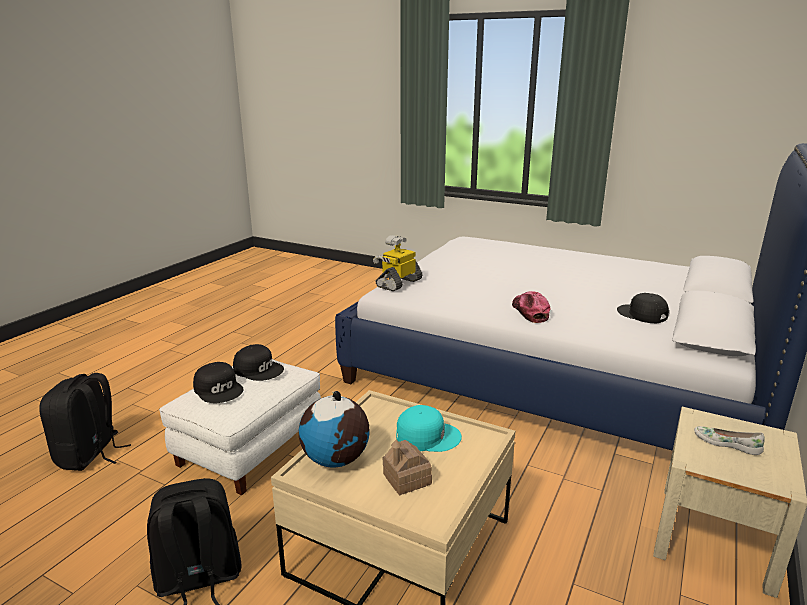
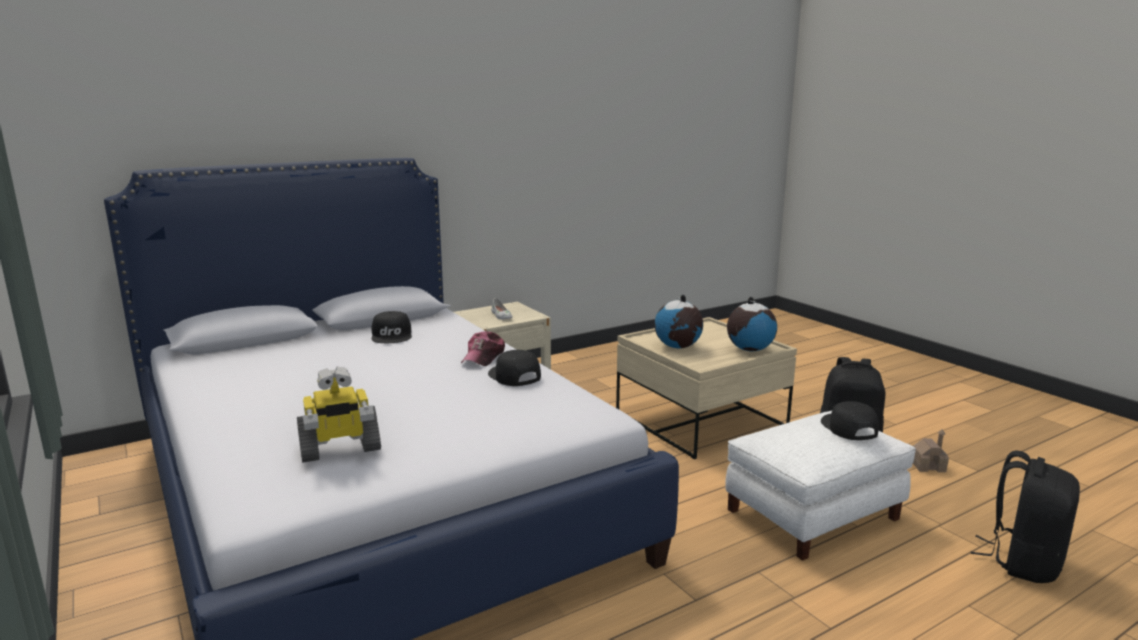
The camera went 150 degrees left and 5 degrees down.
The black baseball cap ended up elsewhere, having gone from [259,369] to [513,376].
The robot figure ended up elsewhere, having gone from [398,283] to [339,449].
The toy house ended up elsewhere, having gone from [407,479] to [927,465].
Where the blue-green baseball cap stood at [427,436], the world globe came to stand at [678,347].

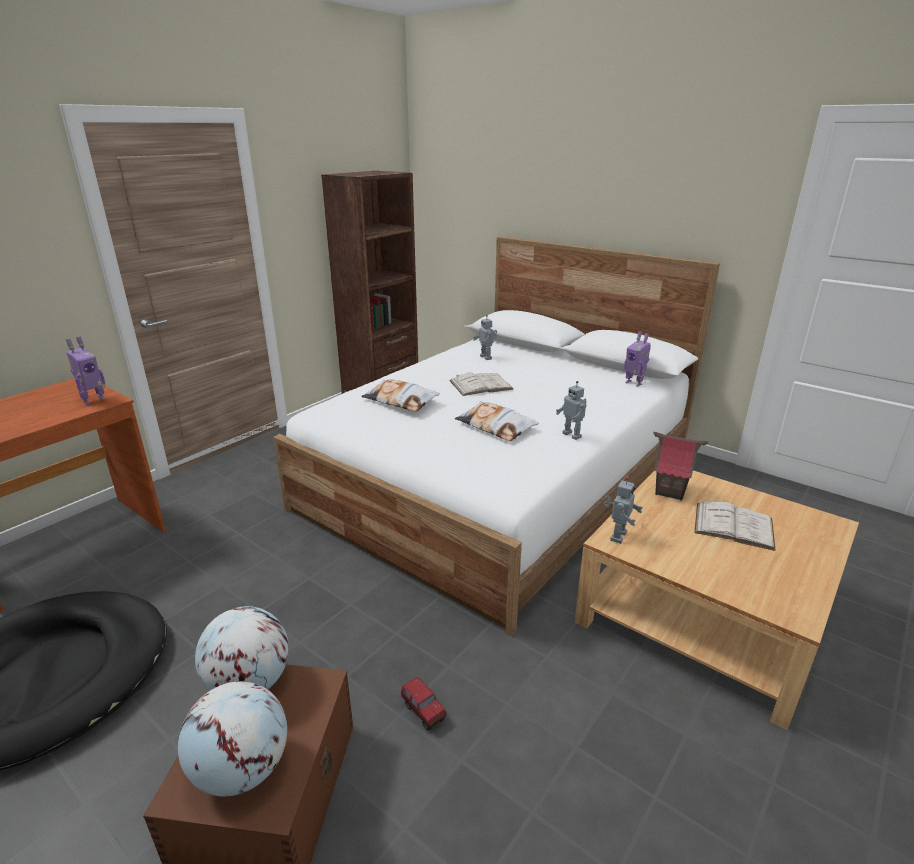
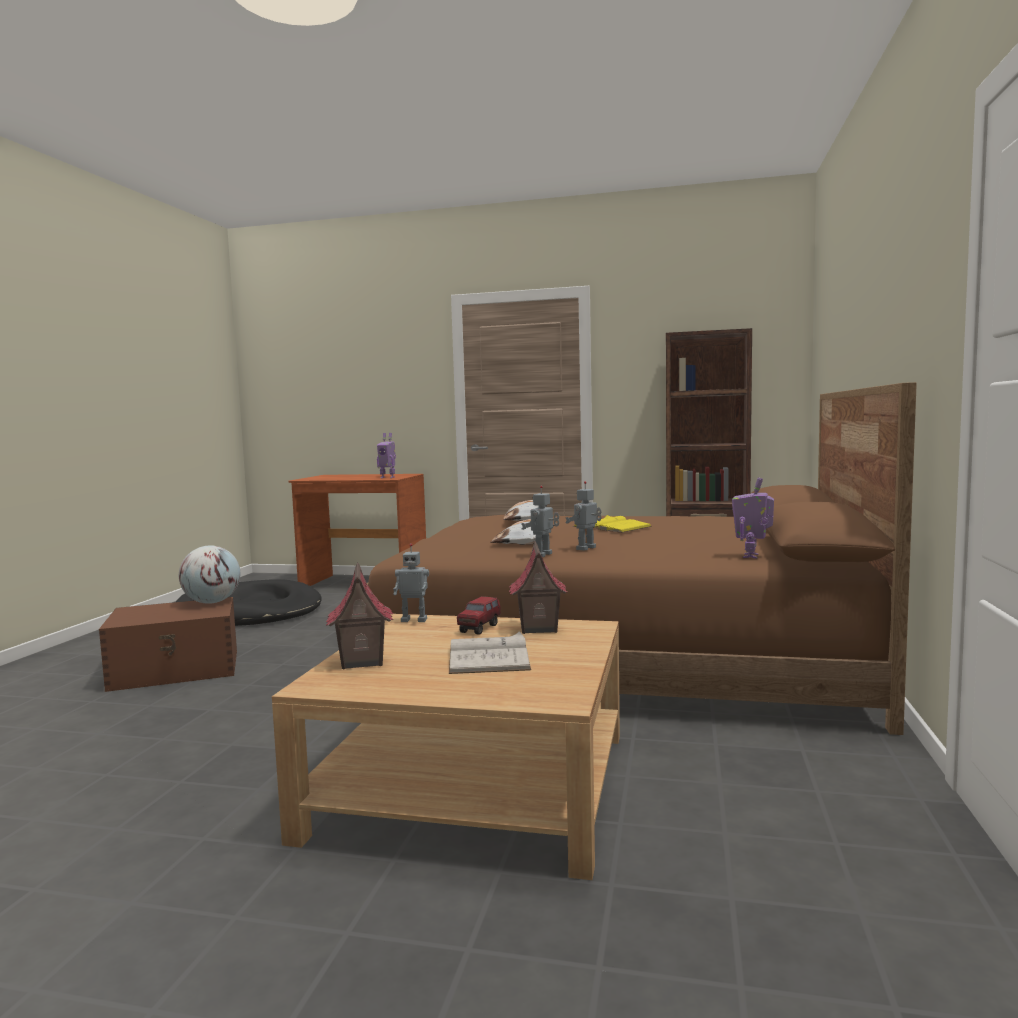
The camera went 65 degrees right and 20 degrees down.
The second view lost the world globe at [242,769].
The second view gained the toy house at [361,661].
The toy lorry ended up elsewhere, having gone from [423,712] to [479,628].
The robot figure ended up elsewhere, having gone from [486,357] to [587,548].
What was the white-coloured bedroom bed at [502,478] turned into the brown-coloured bedroom bed at [624,655].
What was the white-coloured bound book at [481,385] turned into the yellow-coloured bound book at [612,526].

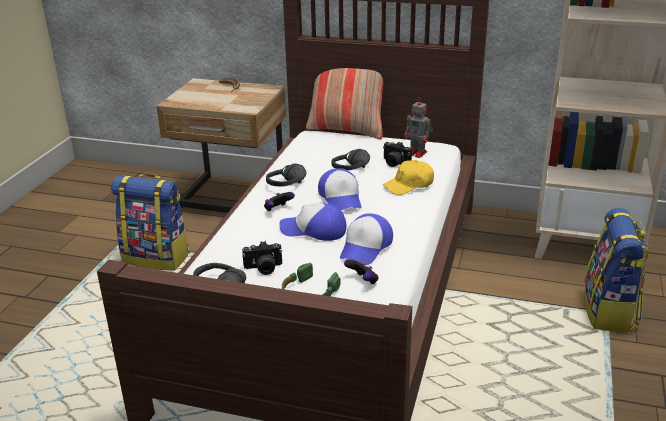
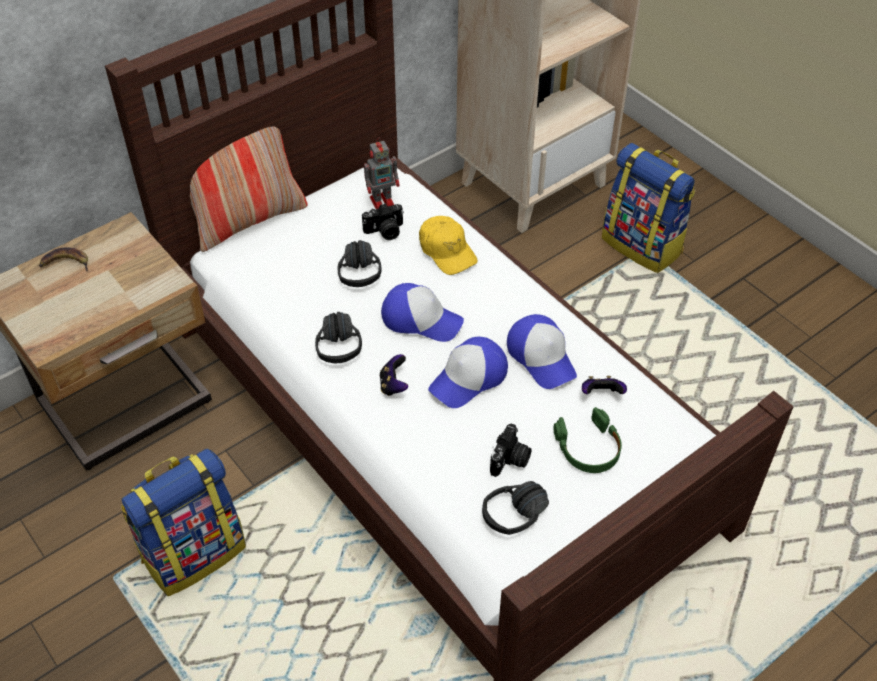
The camera went 55 degrees left and 20 degrees up.
The yellow-coloured baseball cap at [409,185] ended up facing another way, 45 degrees counterclockwise from before.

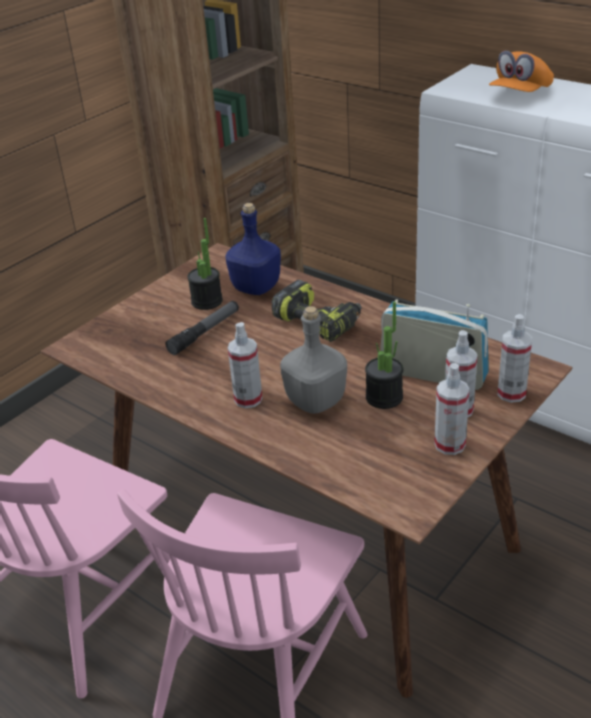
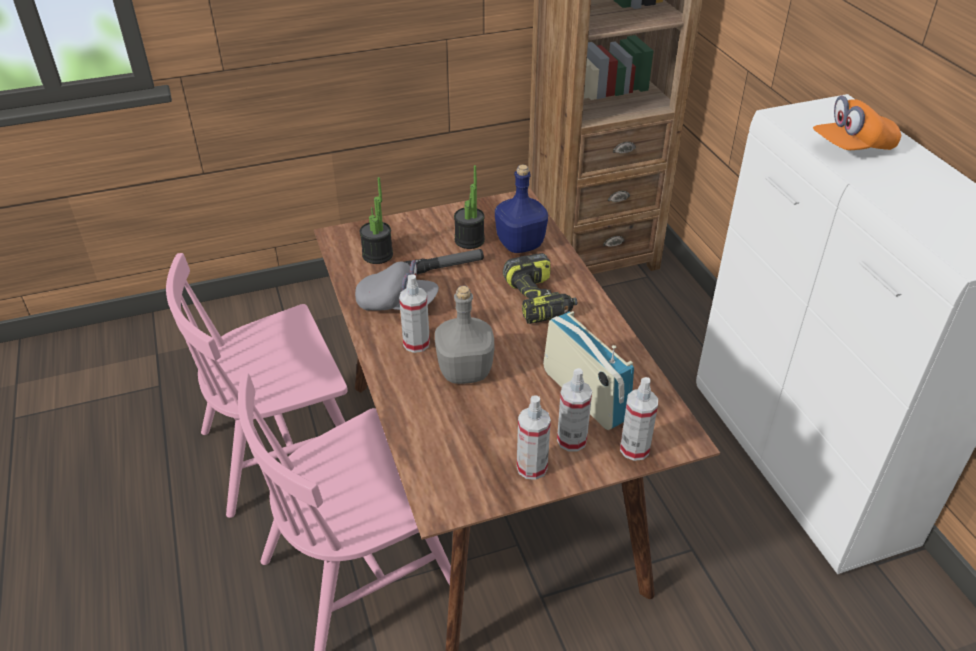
The camera went 30 degrees right and 5 degrees up.
The second view gained the gray baseball cap at [397,304].
The plant in a pot ended up elsewhere, having gone from [384,397] to [377,255].

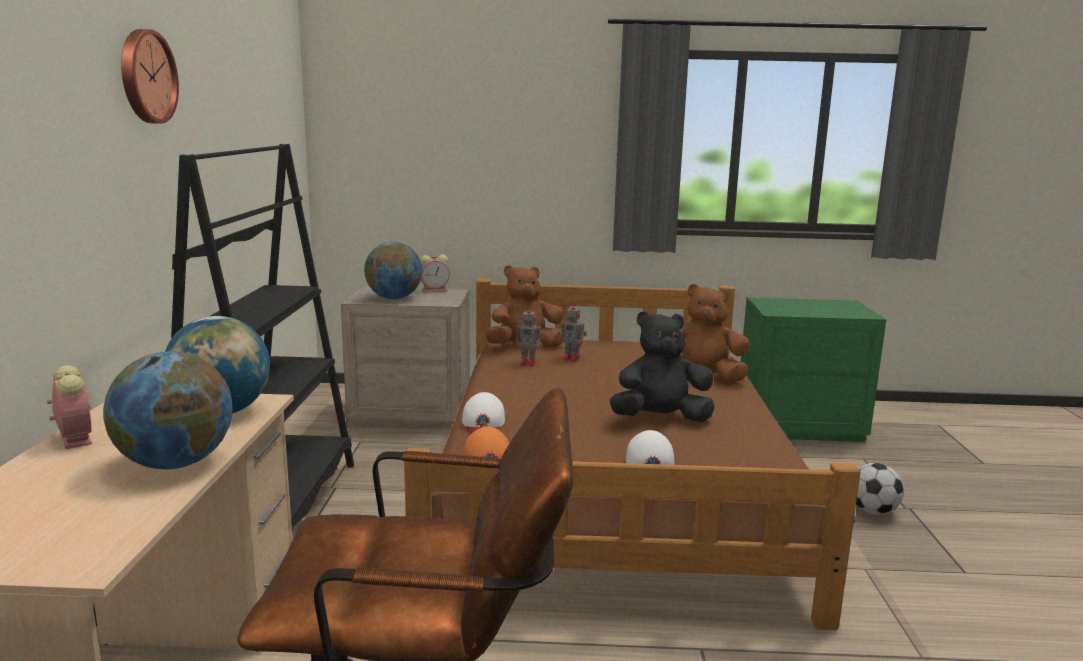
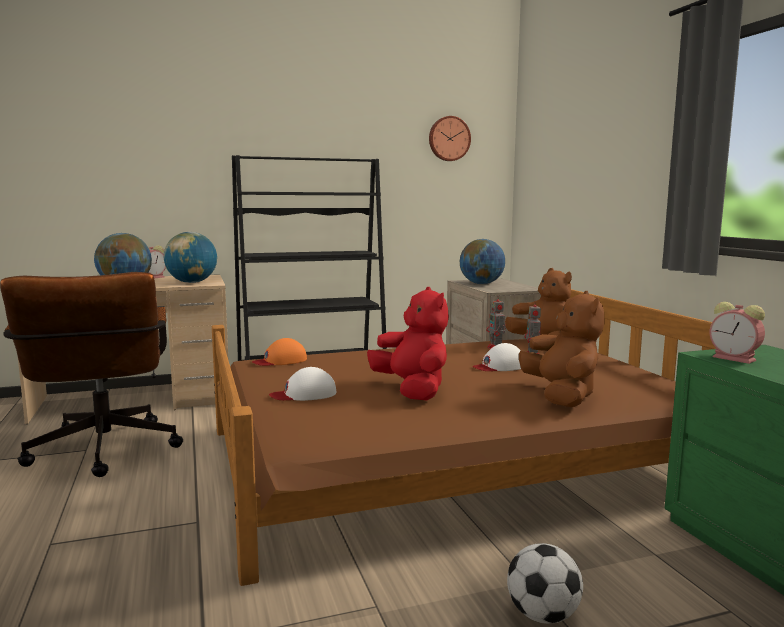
The camera went 70 degrees right and 5 degrees down.
The wall clock ended up elsewhere, having gone from [145,77] to [449,139].
The table clock ended up elsewhere, having gone from [435,290] to [735,359].
The white-coloured baseball cap ended up elsewhere, having gone from [483,422] to [499,366].
What was the black plush toy at [660,419] turned into the reddish plush toy at [412,390].

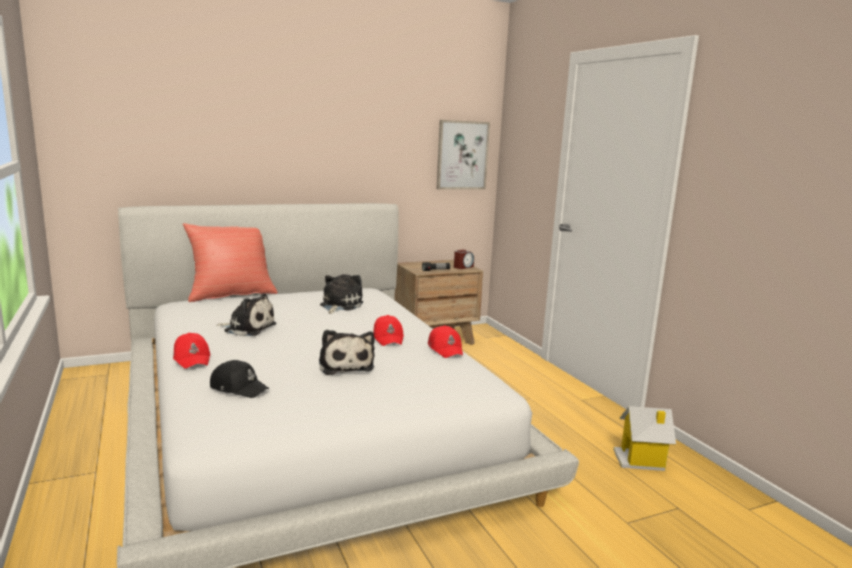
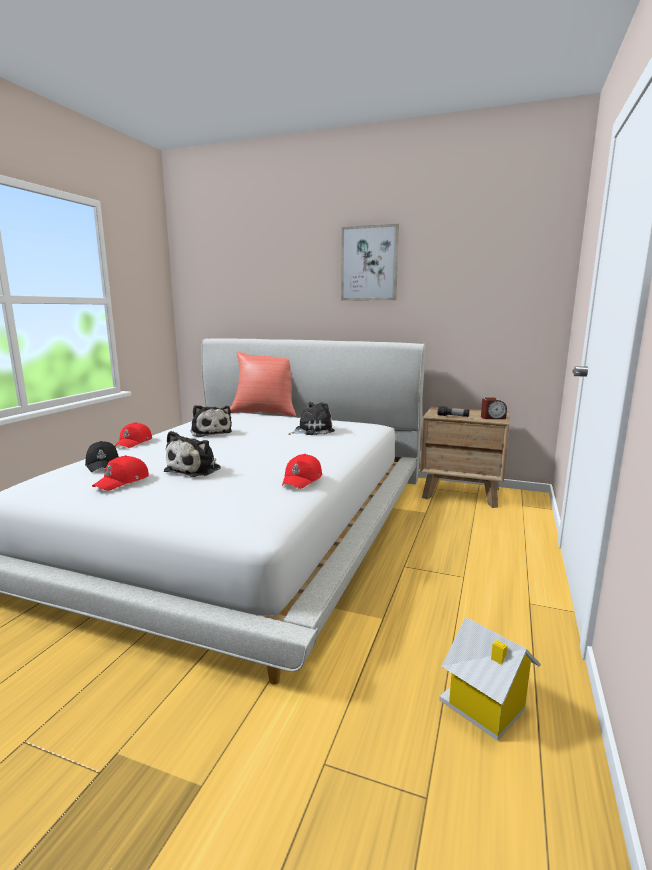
The camera went 45 degrees right and 0 degrees up.
The reddish baseball cap ended up elsewhere, having gone from [388,338] to [123,481].
The wall art ended up elsewhere, having gone from [462,155] to [369,263].

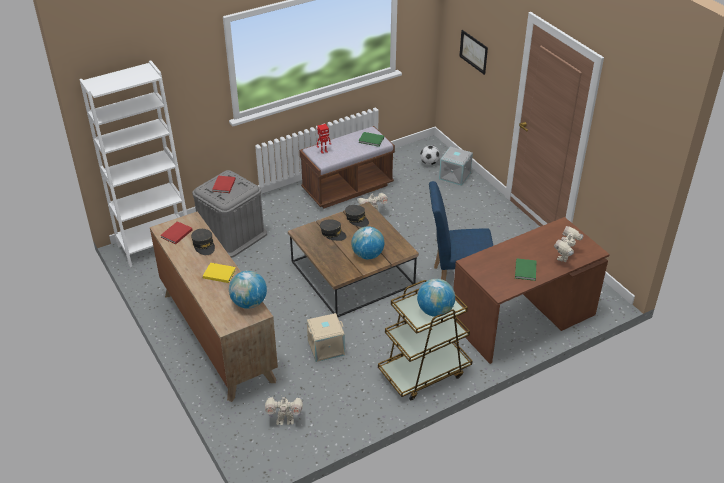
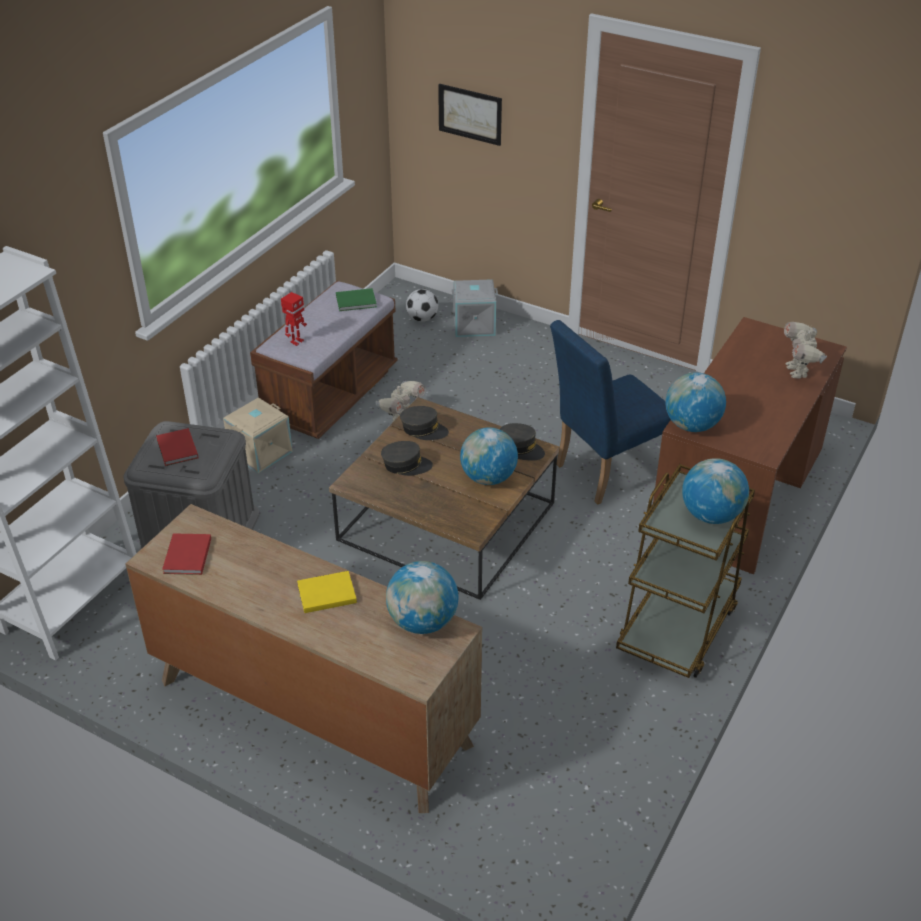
The camera went 30 degrees left and 0 degrees up.
The second view lost the robot figure at [285,420].
The second view lost the green bound book at [525,271].
The second view gained the world globe at [691,425].
The gray baseball cap ended up elsewhere, having gone from [204,245] to [521,448].
The beige storage bin ended up elsewhere, having gone from [326,347] to [260,452].

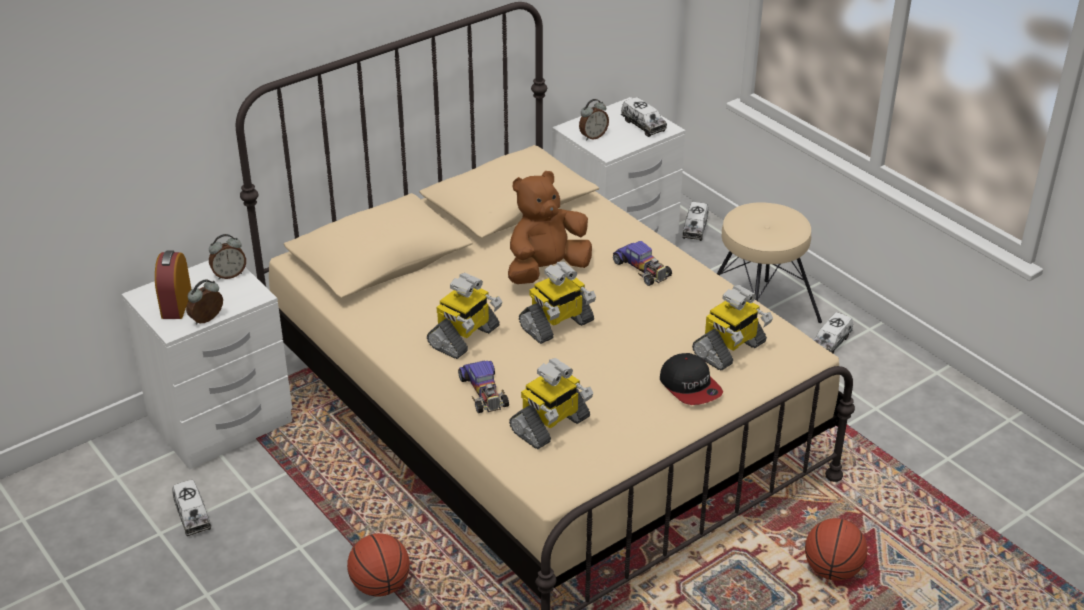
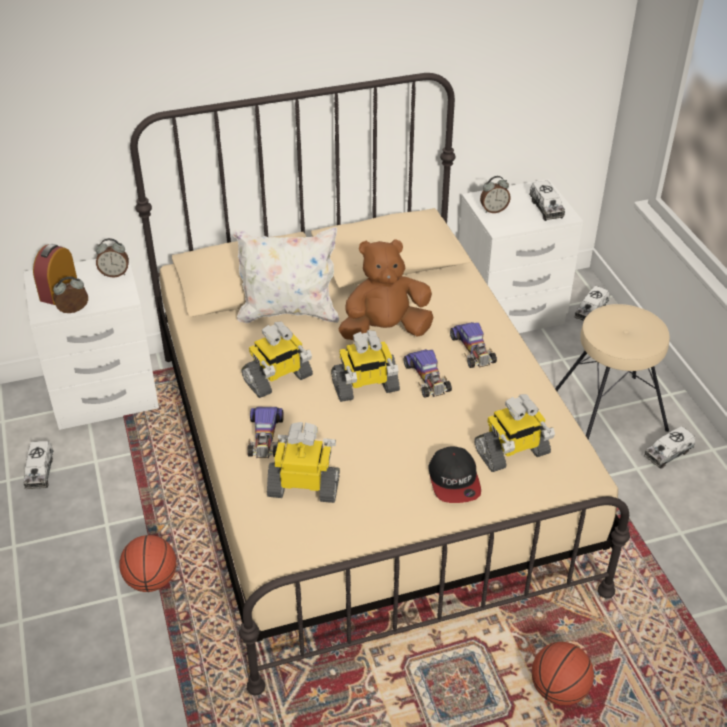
The camera went 20 degrees right and 5 degrees up.
The second view gained the white-coloured cushion at [288,312].
The second view gained the miniature car at [427,378].
The robot figure at [550,426] ended up facing another way, 150 degrees counterclockwise from before.

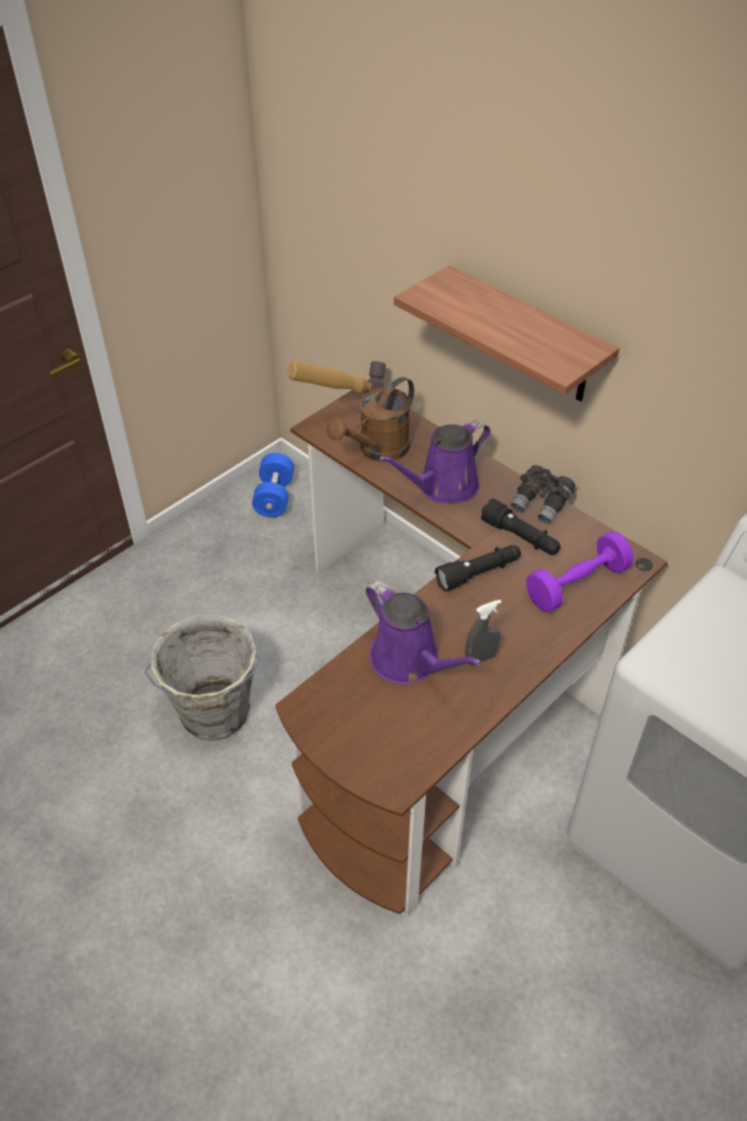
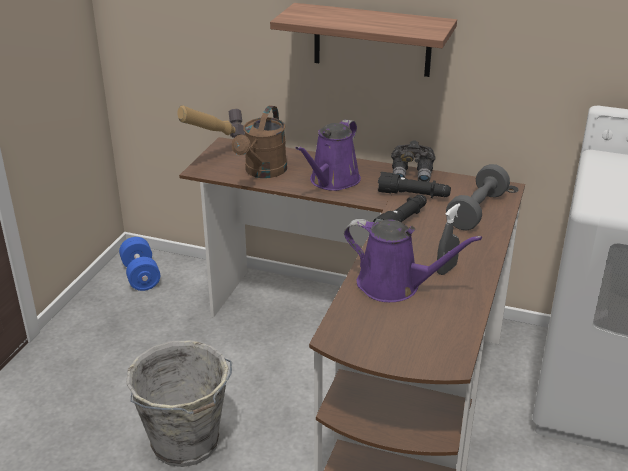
The camera went 25 degrees left and 15 degrees down.
What was the purplish free weight at [577,585] turned into the gray free weight at [477,211].

